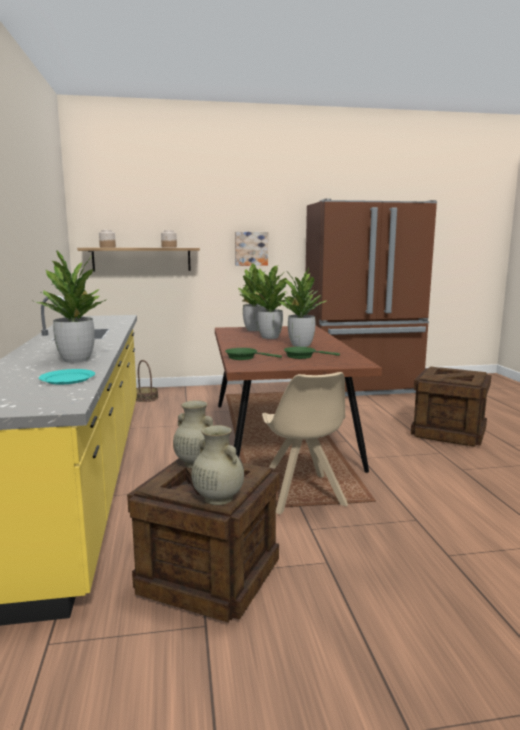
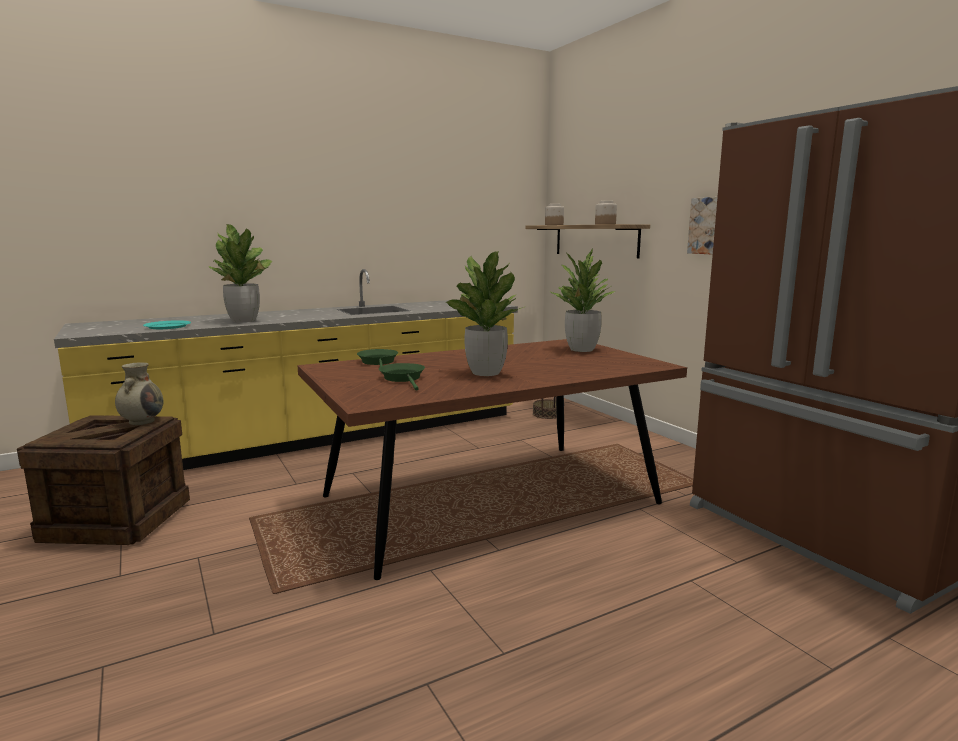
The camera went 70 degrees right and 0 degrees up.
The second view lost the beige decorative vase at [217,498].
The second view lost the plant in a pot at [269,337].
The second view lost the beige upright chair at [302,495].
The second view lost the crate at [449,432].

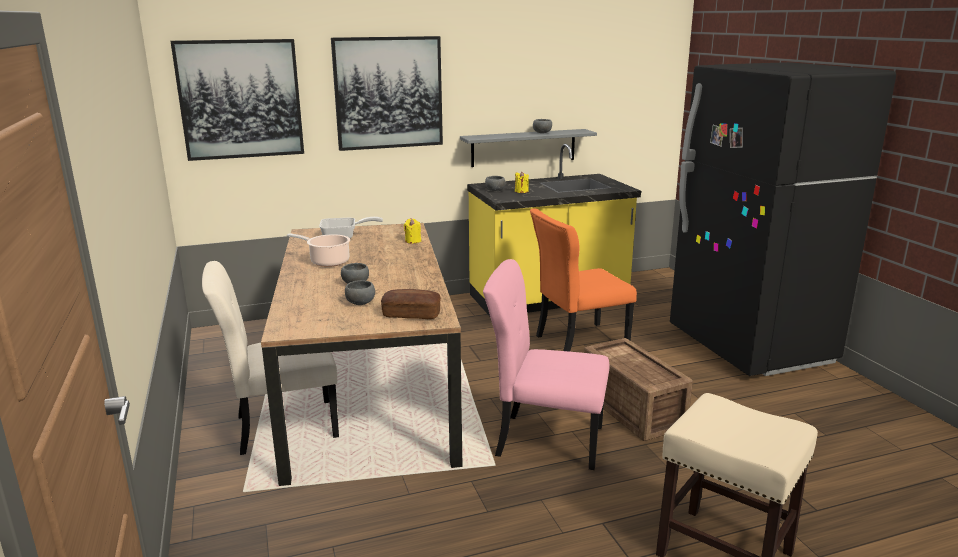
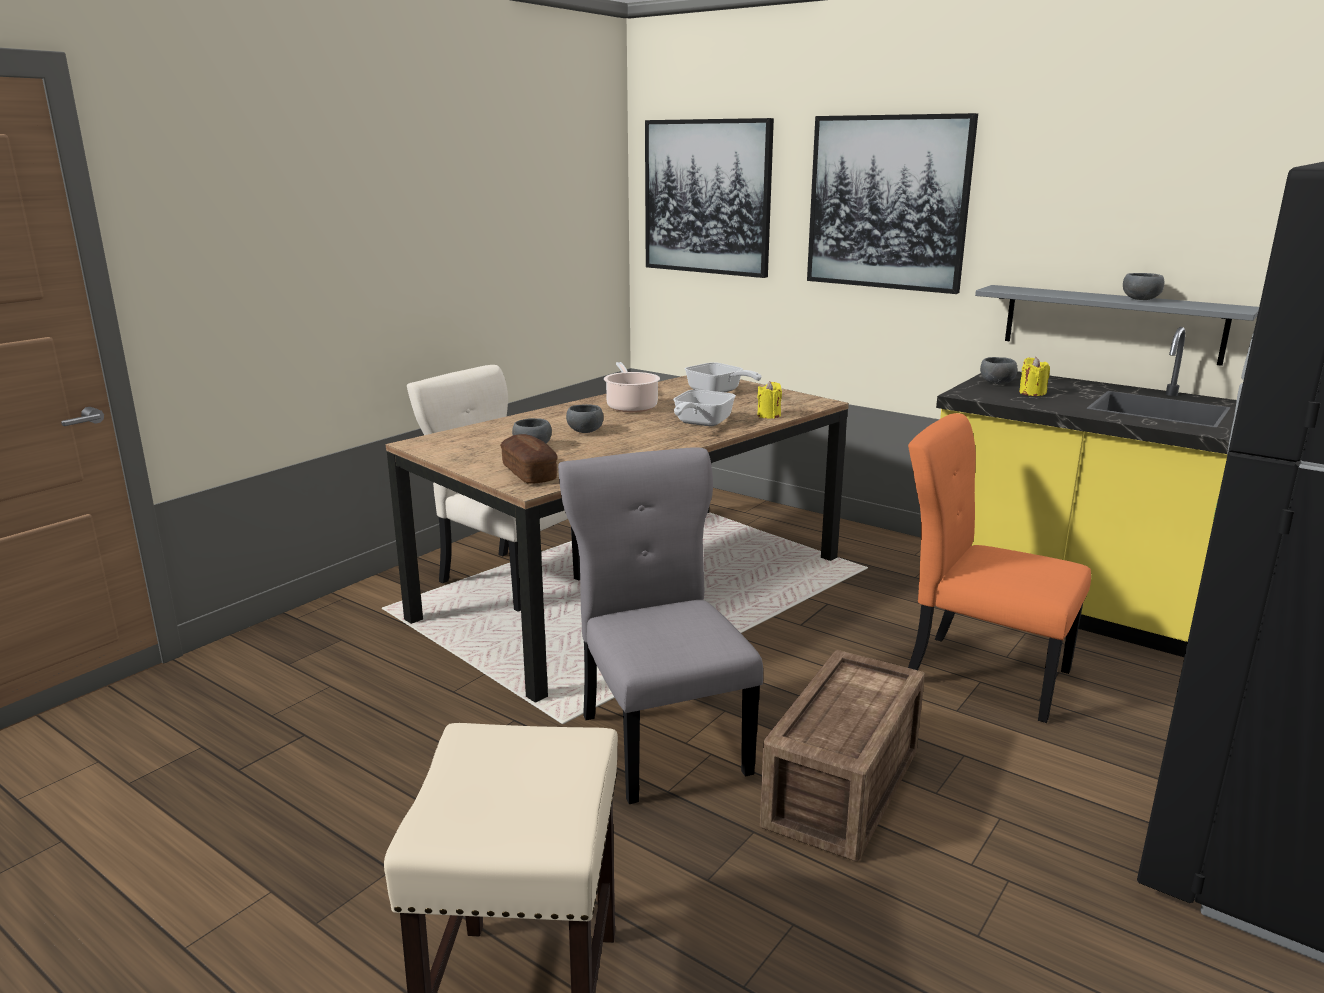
The camera went 55 degrees right and 0 degrees up.
The second view gained the skillet at [700,423].
What was the pink-coloured upright chair at [544,440] turned into the gray upright chair at [661,739].

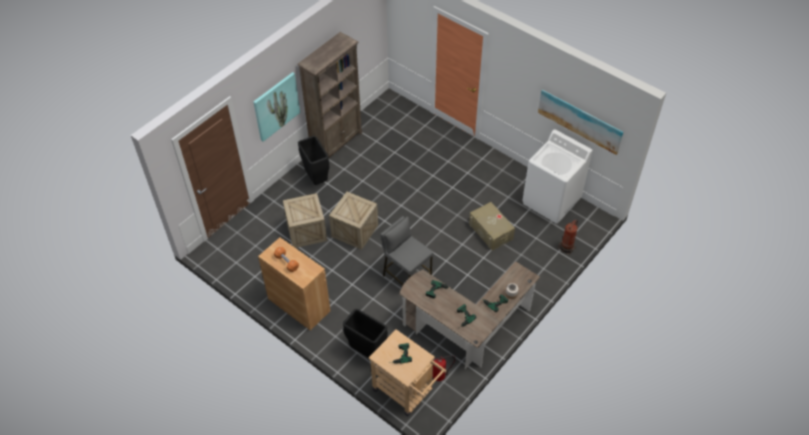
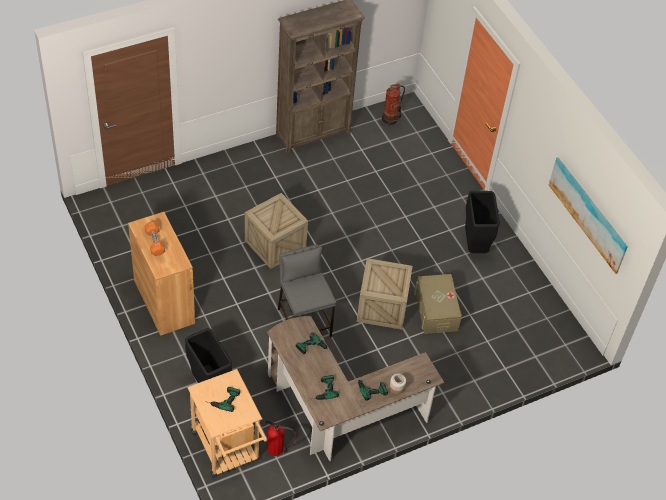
The camera went 20 degrees right and 0 degrees up.
The second view lost the wall art at [276,106].
The second view lost the white-coloured laundry appliance at [551,201].
The crate ended up elsewhere, having gone from [306,231] to [382,307].
The black trash can ended up elsewhere, having gone from [317,179] to [475,245].
The fire-fighting cylinder ended up elsewhere, having gone from [567,247] to [390,119].

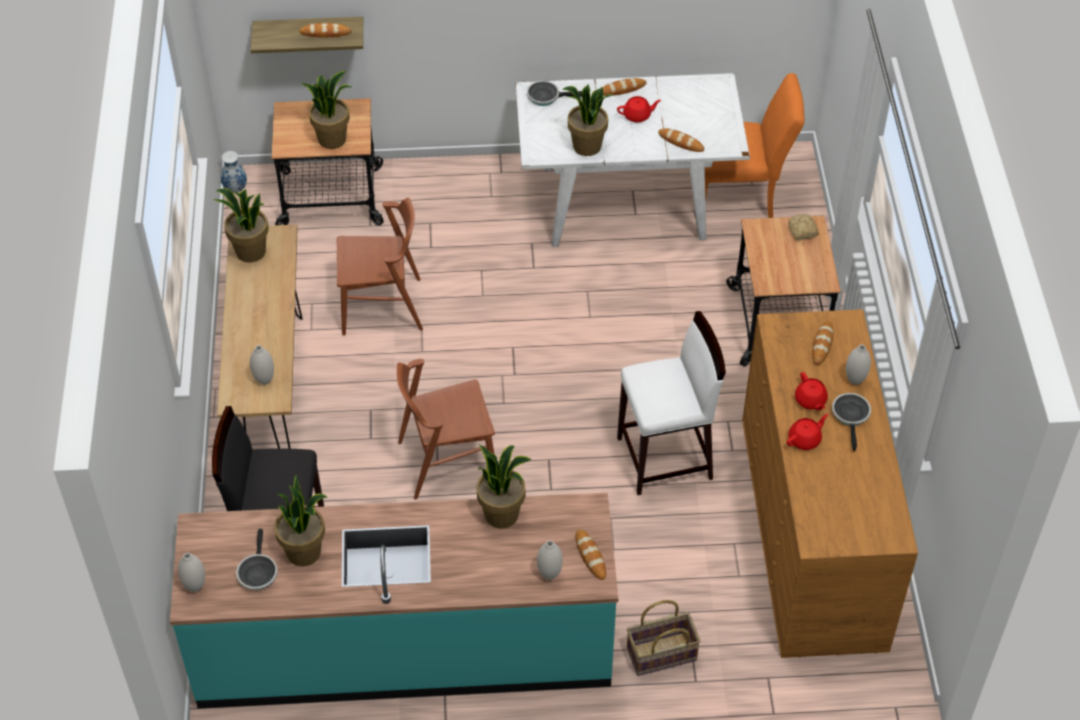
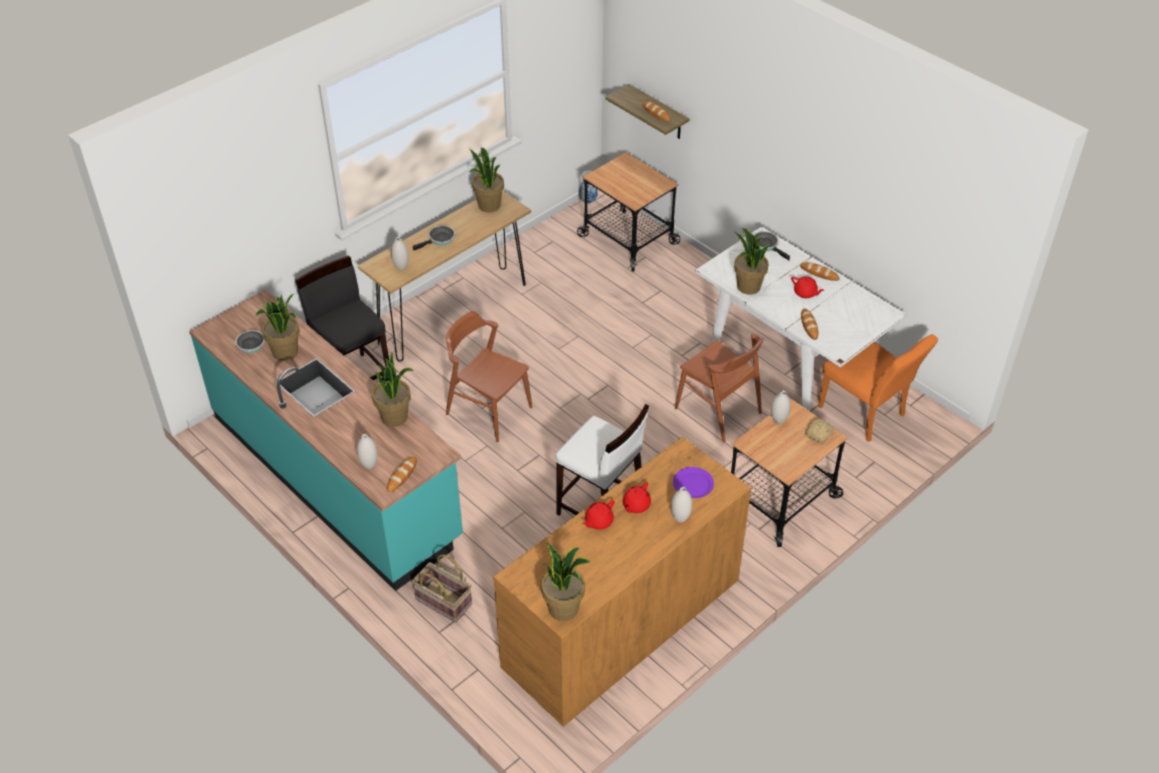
The camera went 50 degrees right and 5 degrees down.
The white-coloured decorative vase ended up elsewhere, having gone from [195,586] to [778,420].
The plant in a pot ended up elsewhere, having gone from [332,139] to [564,608].
The brown-coloured upright chair ended up elsewhere, having gone from [382,306] to [718,410].
The skillet ended up elsewhere, having gone from [851,416] to [440,239].
Where the bread stood at [822,344], the purplish flat dish came to stand at [693,484].
The reddish pot for tea at [805,439] ended up facing another way, 120 degrees clockwise from before.

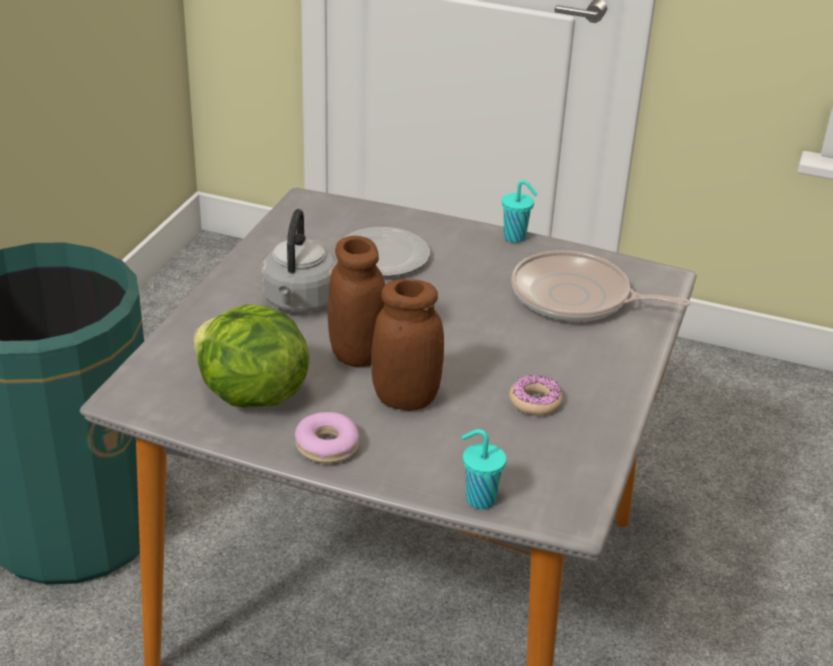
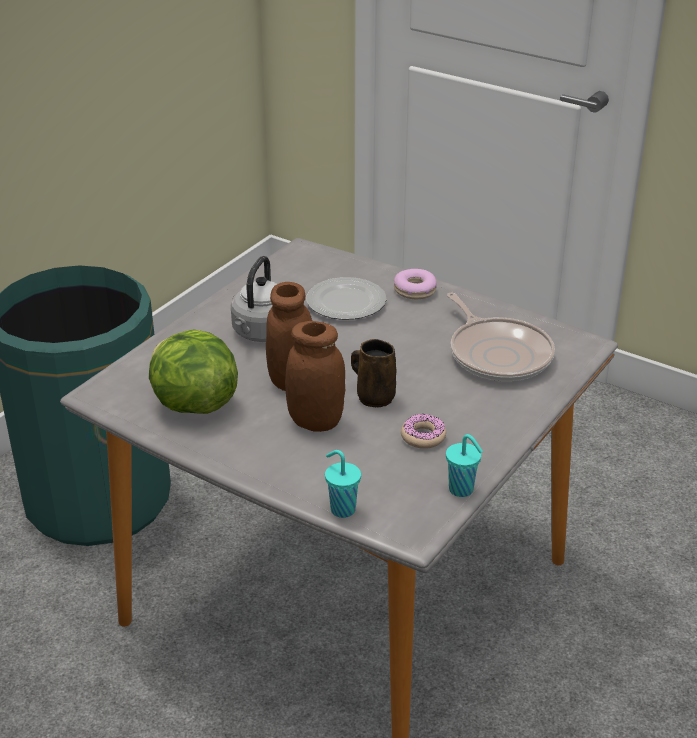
The camera went 15 degrees right and 0 degrees up.
The second view gained the brown-coloured coffee mug at [374,396].
The donut ended up elsewhere, having gone from [327,446] to [415,290].
The blue-green drinking cup ended up elsewhere, having gone from [516,238] to [462,490].
The skillet at [576,298] ended up facing another way, 150 degrees counterclockwise from before.

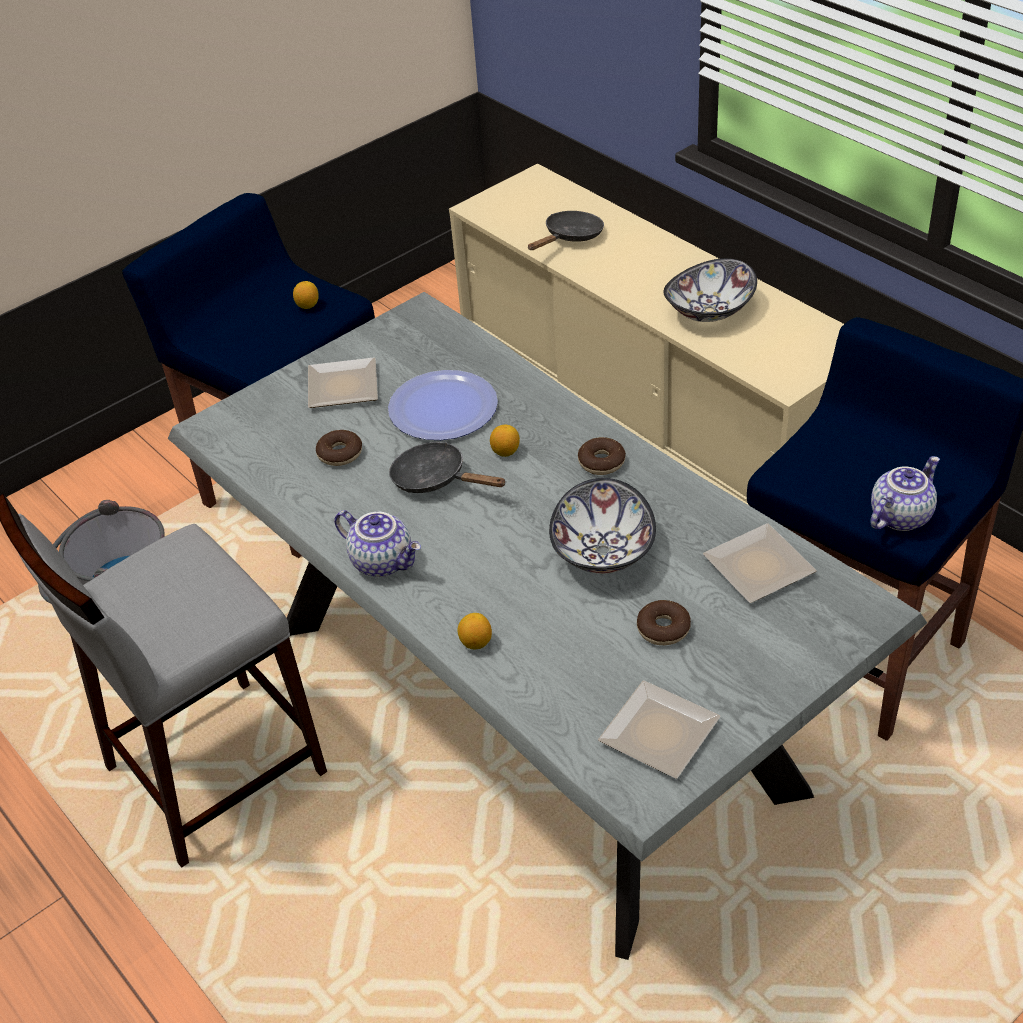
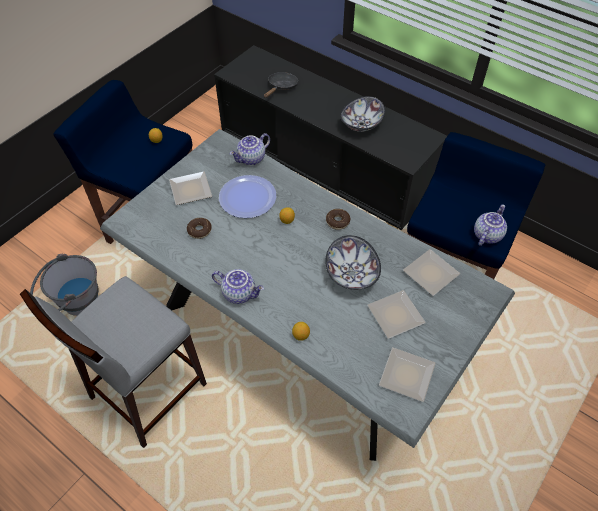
The camera went 15 degrees left and 10 degrees up.
The second view lost the black skillet at [436,479].
The second view gained the pot for tea at [251,159].
Where the donut stood at [663,629], the flat dish came to stand at [393,315].
What was the beige cabinet at [649,423] turned into the black cabinet at [323,174].

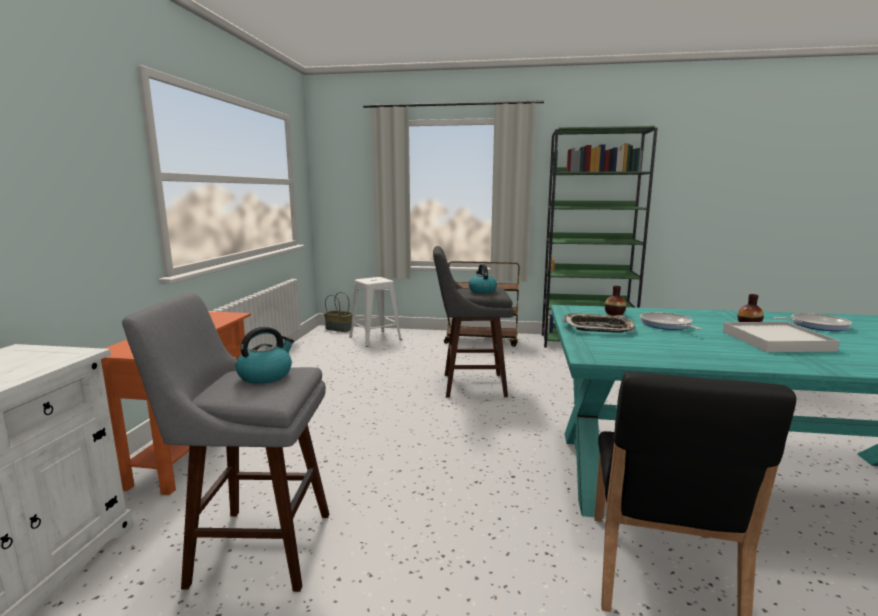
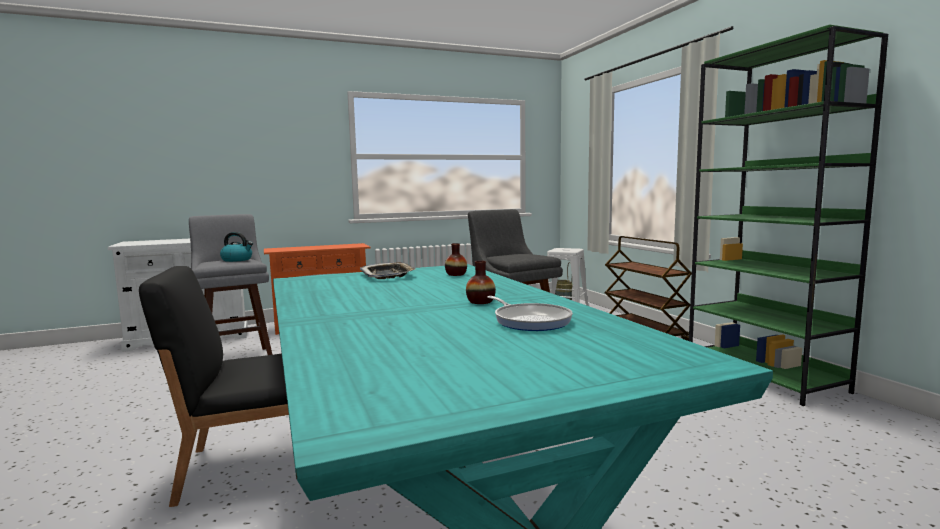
The camera went 60 degrees right and 5 degrees down.
The second view lost the tea kettle at [482,290].
The second view lost the skillet at [667,325].
The second view lost the white-coloured carrying tray at [776,341].

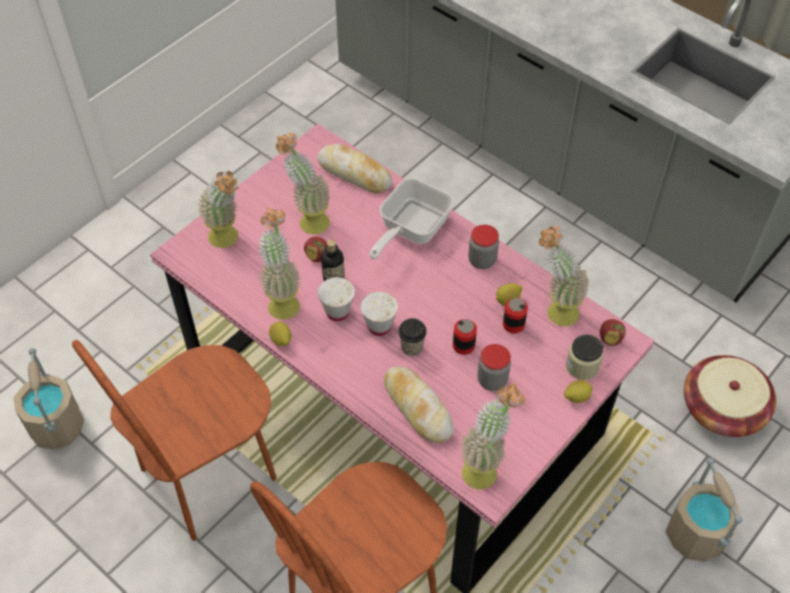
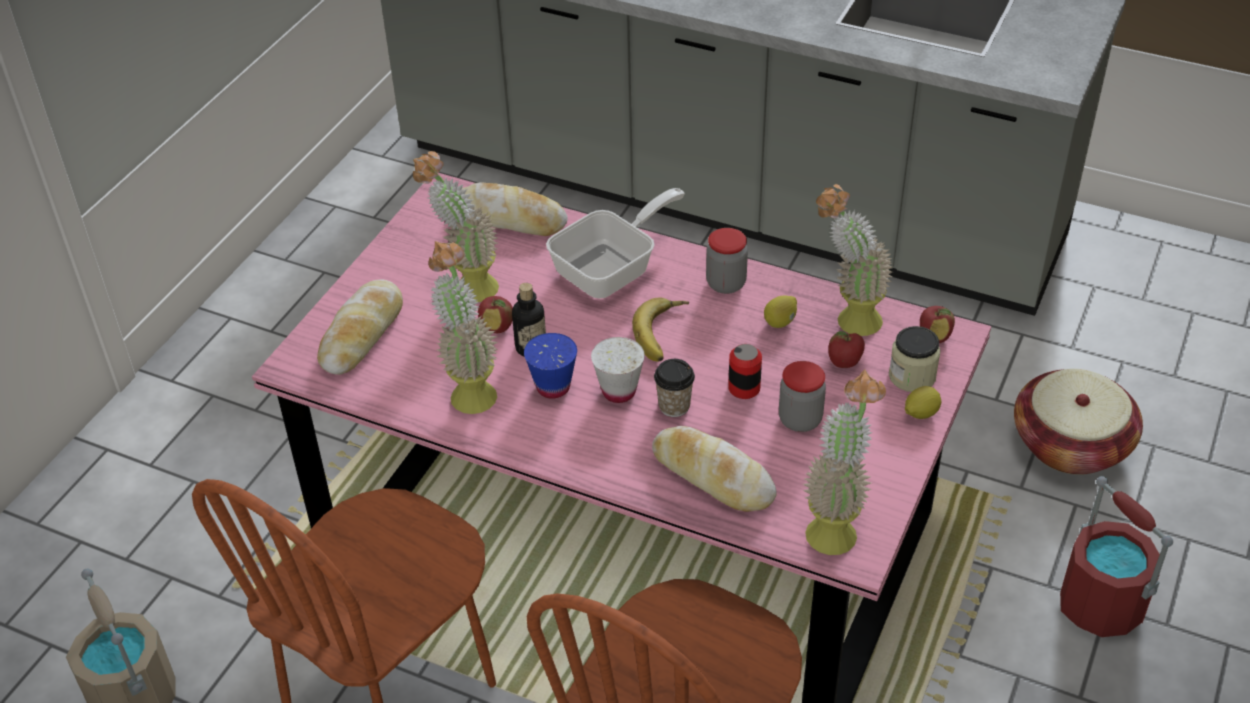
The camera went 15 degrees left and 10 degrees down.
The second view lost the whole lemon at [281,340].
The second view lost the sealed can at [513,325].
The second view gained the banana at [664,334].
The second view gained the apple at [844,364].
Where the plant in a pot stood at [229,240], the bread came to stand at [362,334].
What was the white-coloured drinking cup at [337,312] turned into the blue drinking cup at [553,387].
What was the beige water bucket at [696,535] turned into the reddish water bucket at [1101,606].
The skillet at [409,230] ended up facing another way, 150 degrees counterclockwise from before.

